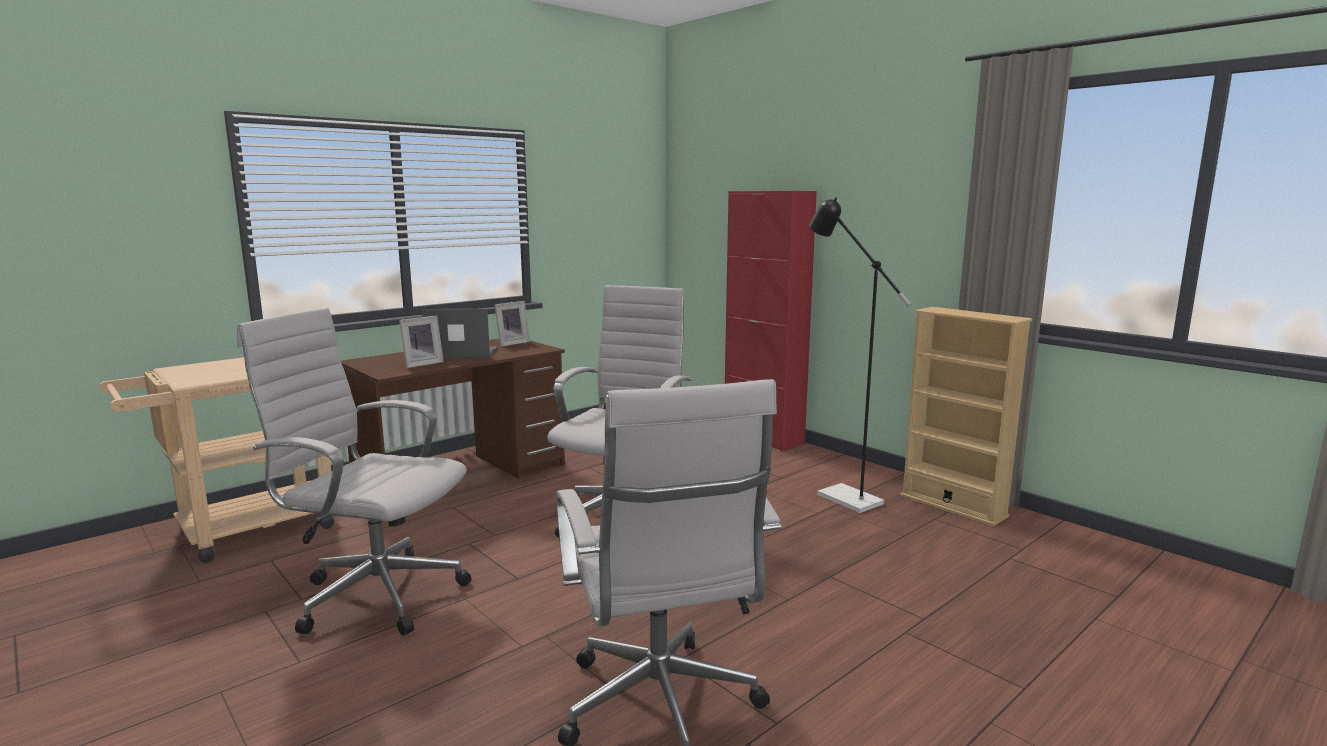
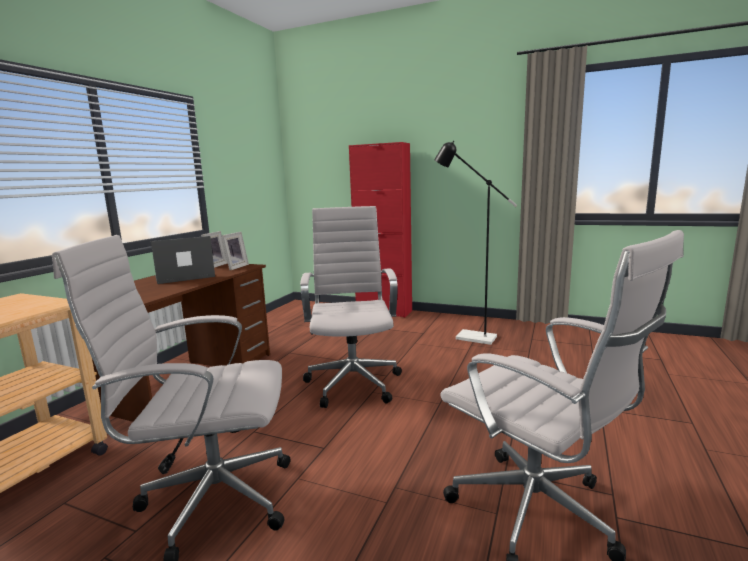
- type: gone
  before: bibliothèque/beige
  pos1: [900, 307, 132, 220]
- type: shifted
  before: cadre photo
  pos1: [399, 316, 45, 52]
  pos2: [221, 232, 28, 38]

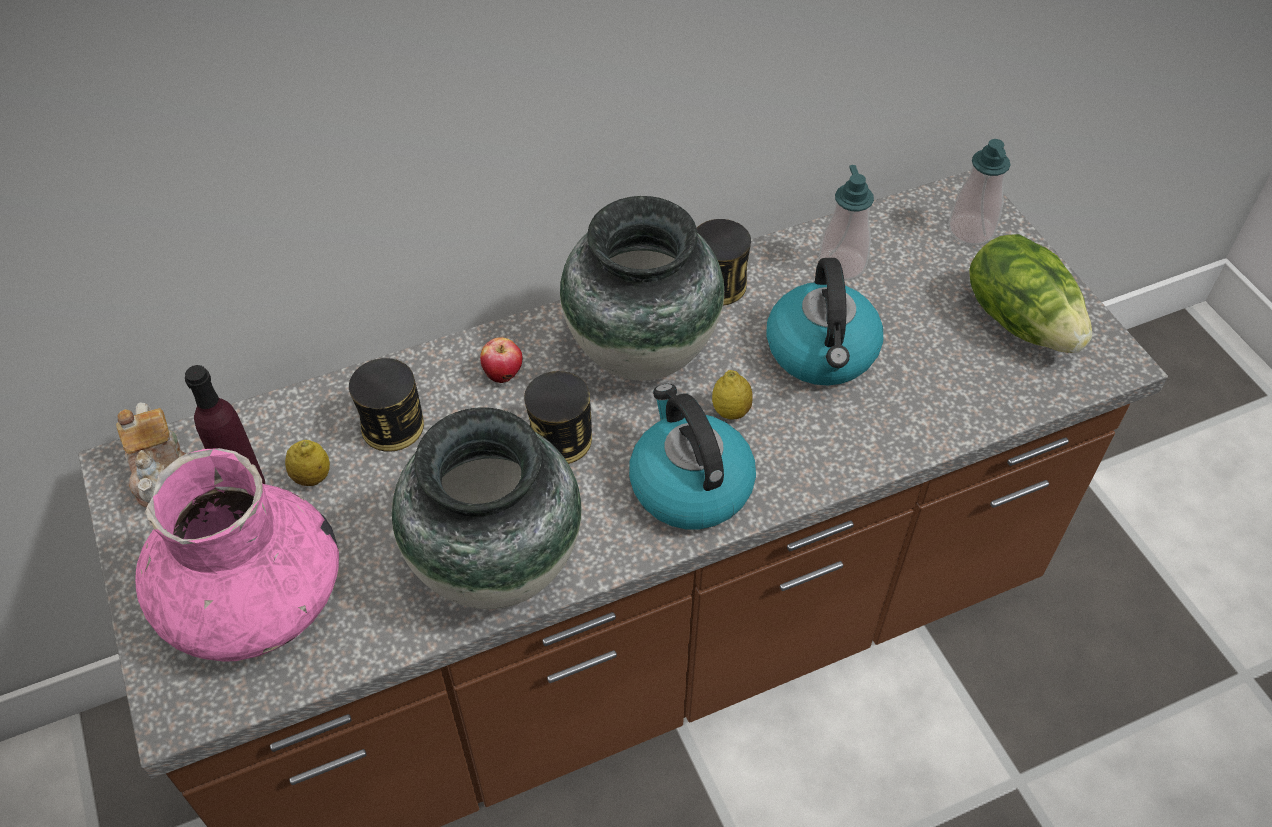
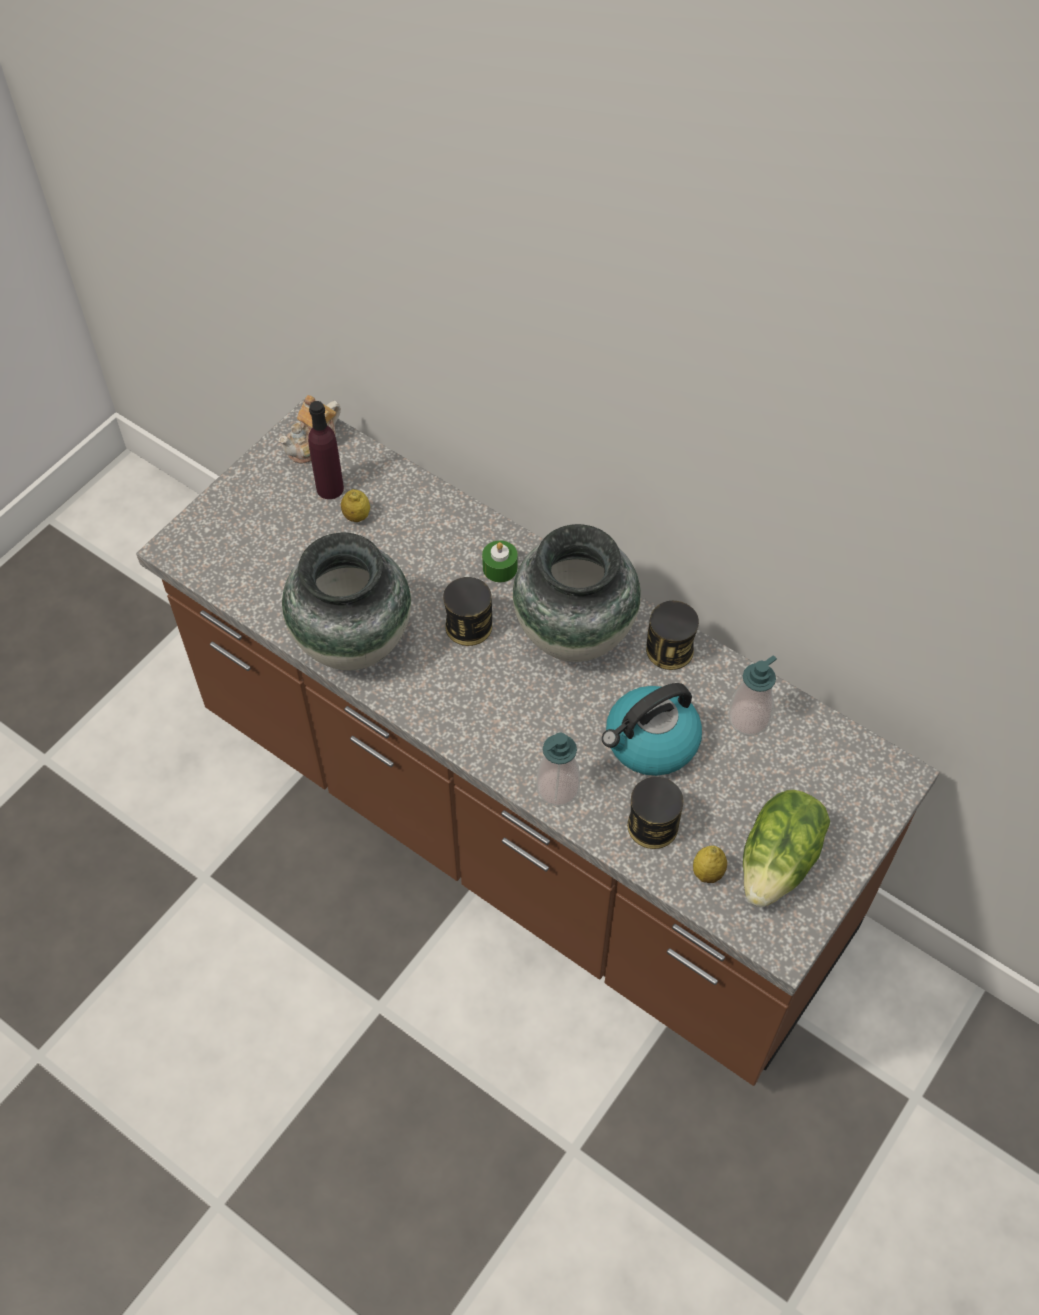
- type: gone
  before: vase/rose
  pos1: [135, 448, 204, 213]
- type: gone
  before: bouilloire
  pos1: [629, 384, 127, 145]
- type: shifted
  before: boîte métallique
  pos1: [349, 358, 75, 94]
  pos2: [627, 777, 57, 72]
- type: shifted
  before: citron
  pos1: [712, 370, 40, 50]
  pos2: [693, 846, 34, 37]
- type: shifted
  before: distributeur de savon
  pos1: [948, 139, 63, 106]
  pos2: [536, 732, 44, 75]
- type: swapped
  before: pomme
  after: bougie/vert
  pos1: [480, 337, 43, 46]
  pos2: [482, 540, 36, 42]

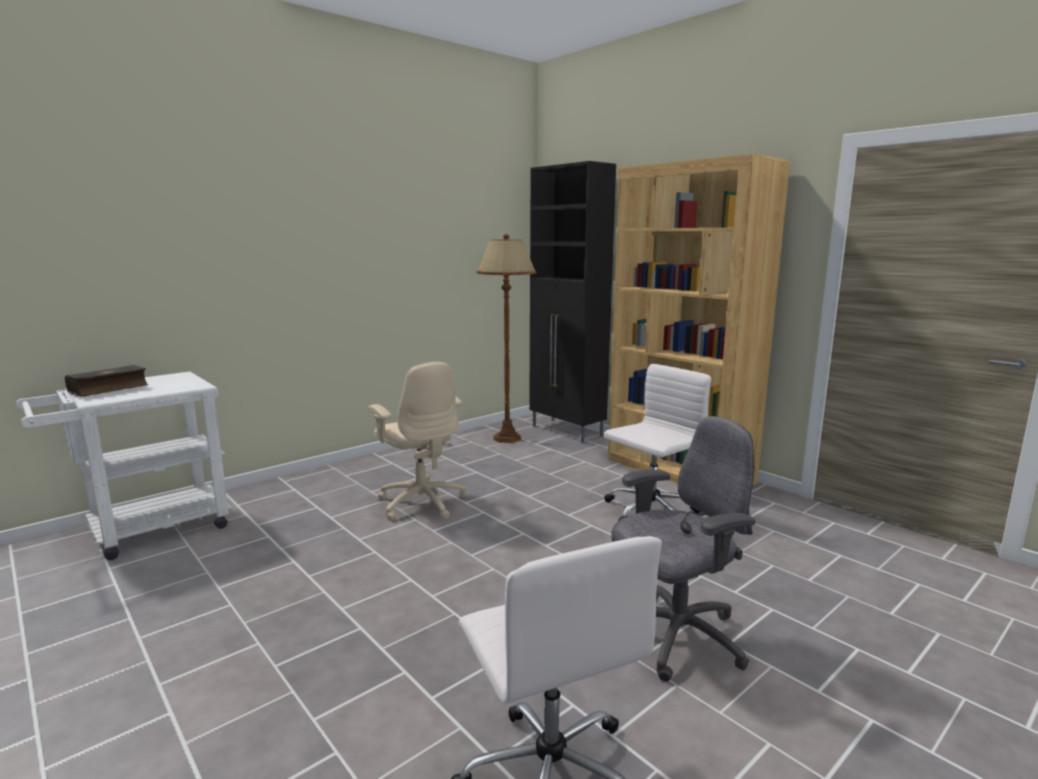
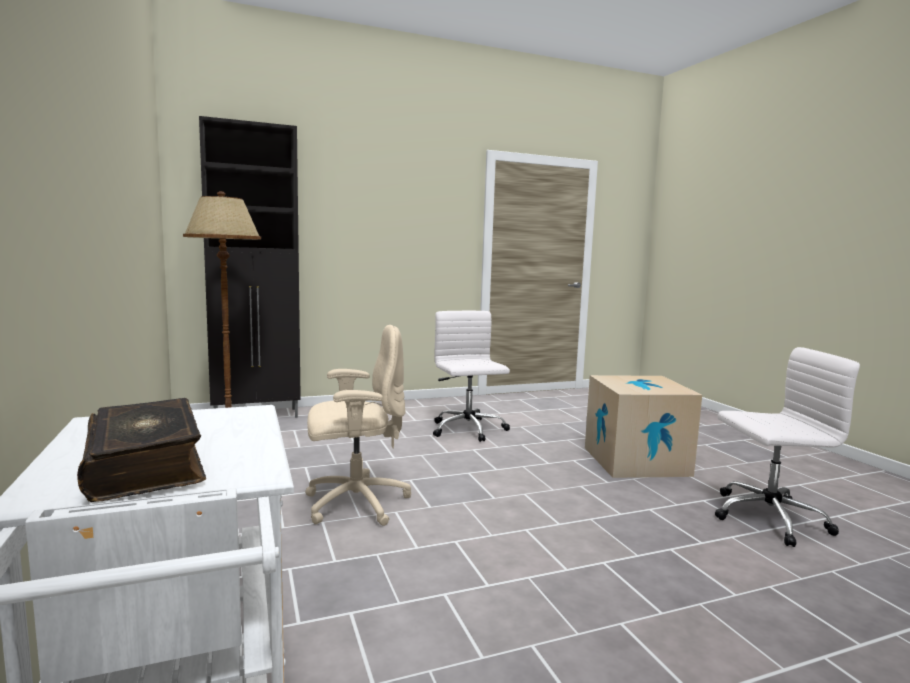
- type: gone
  before: bibliothèque/marron
  pos1: [608, 154, 182, 331]
- type: swapped
  before: chaise de bureau/gris
  after: carton
  pos1: [612, 416, 143, 266]
  pos2: [585, 375, 117, 103]

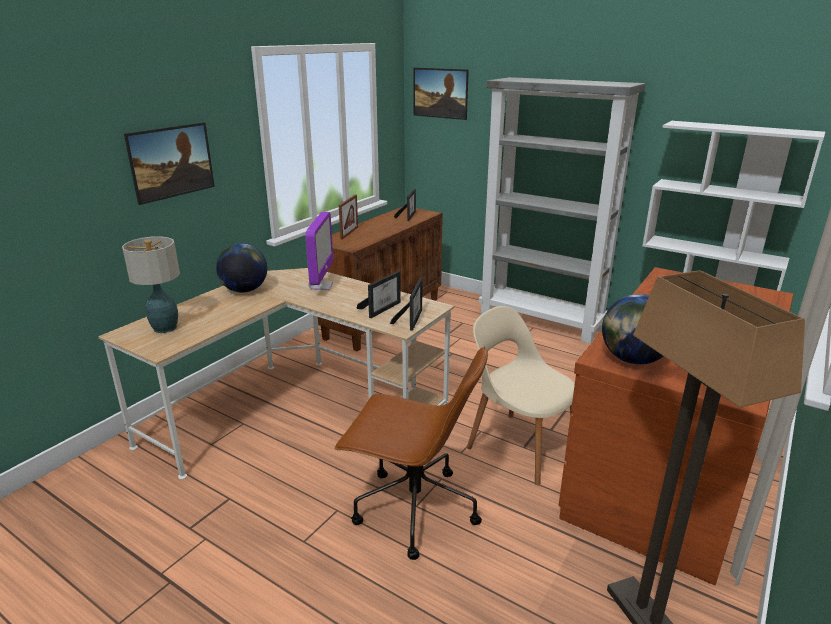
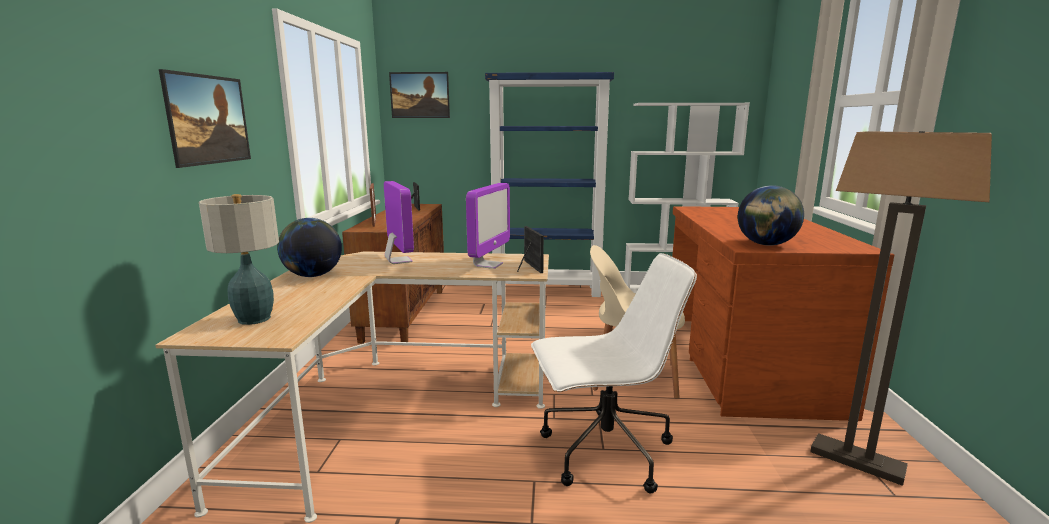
- type: swapped
  before: cadre photo
  after: écran d'ordinateur
  pos1: [357, 271, 44, 47]
  pos2: [466, 183, 44, 86]
- type: repainted
  before: chaise de bureau/marron
  after: chaise de bureau/blanc
  pos1: [334, 346, 154, 214]
  pos2: [531, 253, 166, 241]
- type: repainted
  before: bibliothèque/gris
  after: bibliothèque/bleu
  pos1: [479, 77, 167, 267]
  pos2: [485, 72, 129, 225]

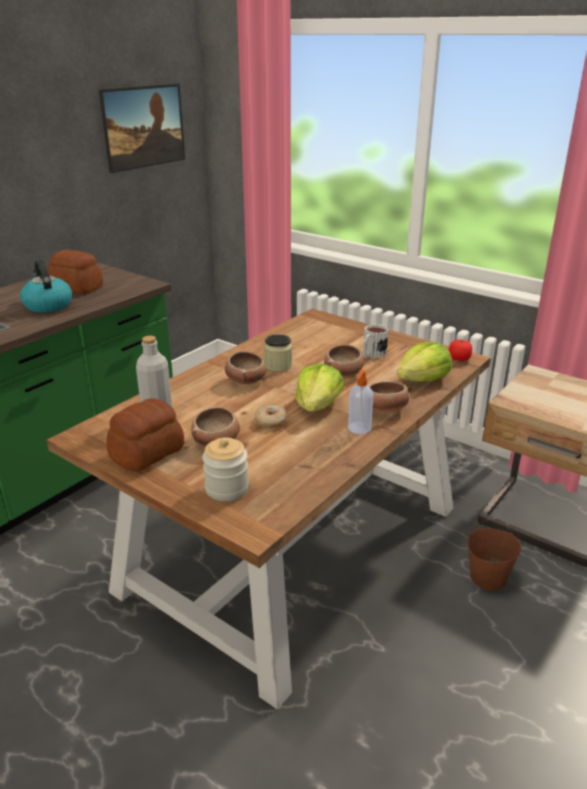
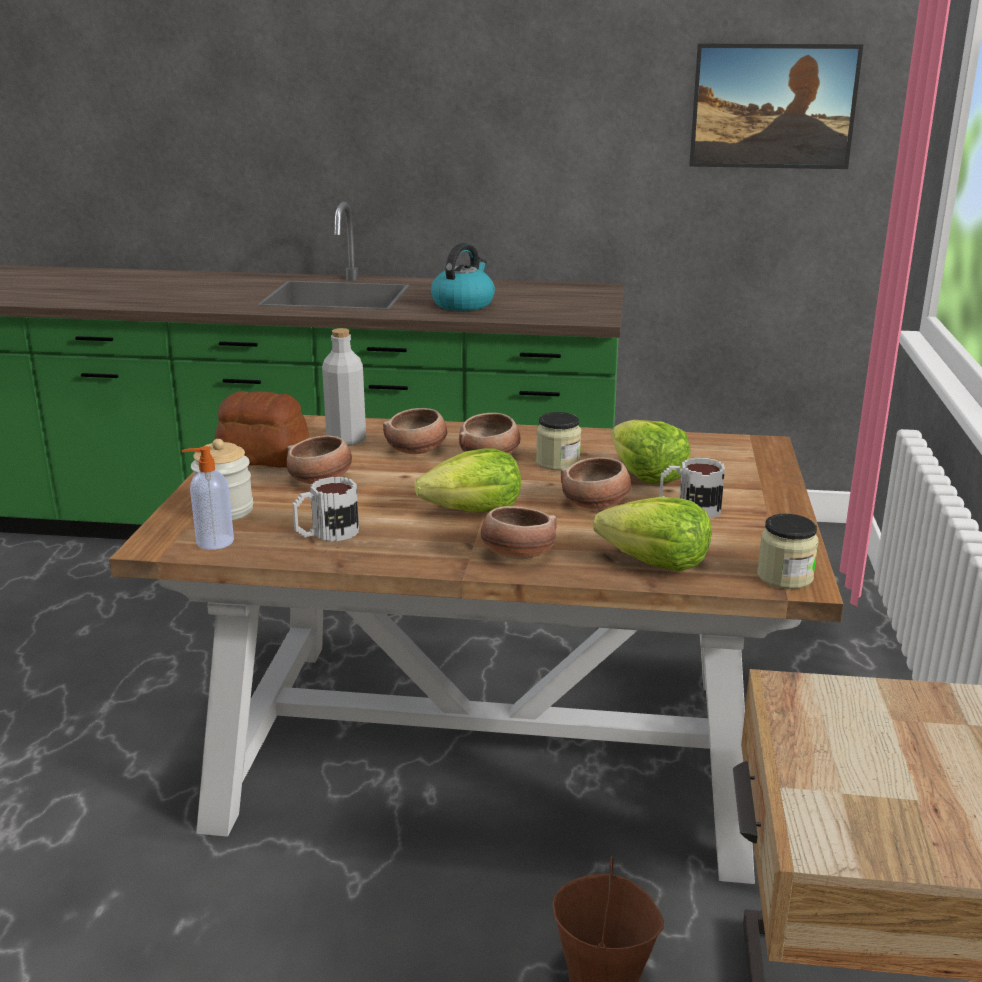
- type: gone
  before: pain
  pos1: [48, 250, 55, 44]
- type: gone
  before: beignet
  pos1: [255, 404, 32, 24]
- type: new
  after: mug
  pos2: [292, 477, 67, 64]
- type: new
  after: bol
  pos2: [383, 408, 64, 46]
- type: new
  after: laitue
  pos2: [611, 420, 80, 64]
- type: shifted
  before: distributeur de savon
  pos1: [348, 370, 25, 64]
  pos2: [182, 446, 52, 104]
- type: swapped
  before: tomate
  after: bocal
  pos1: [449, 340, 23, 21]
  pos2: [757, 514, 61, 75]

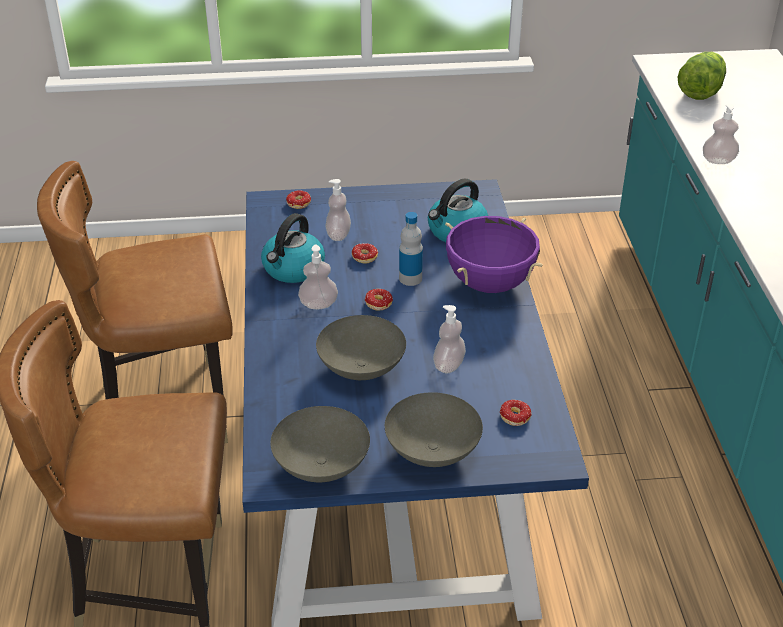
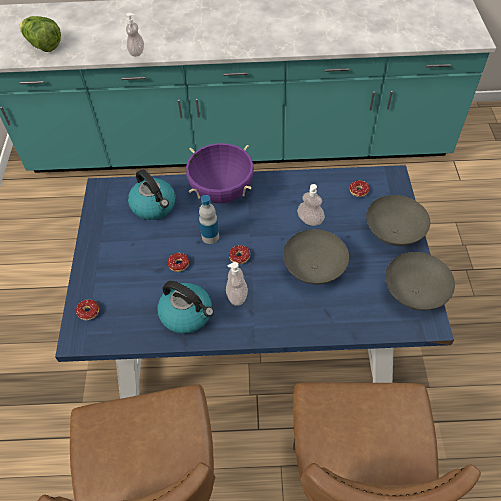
- type: gone
  before: distributeur de savon
  pos1: [325, 179, 26, 62]

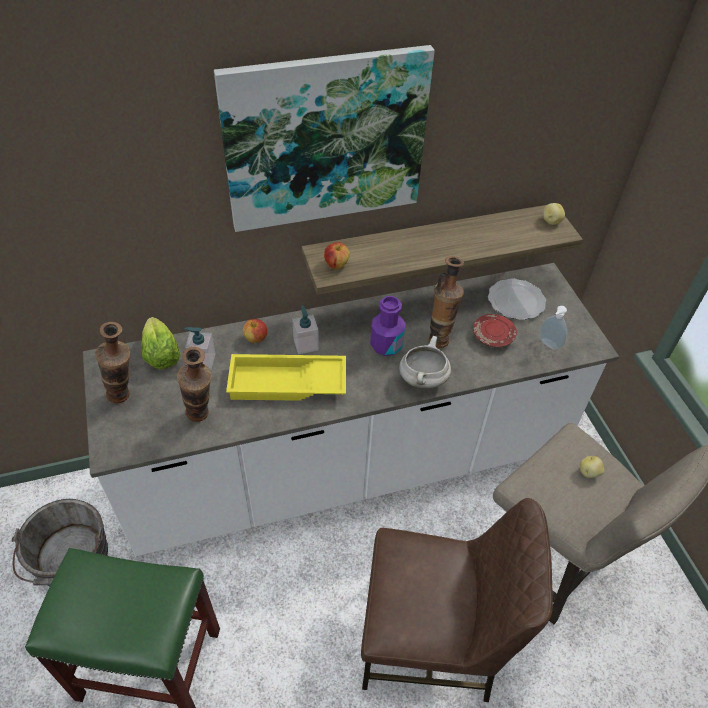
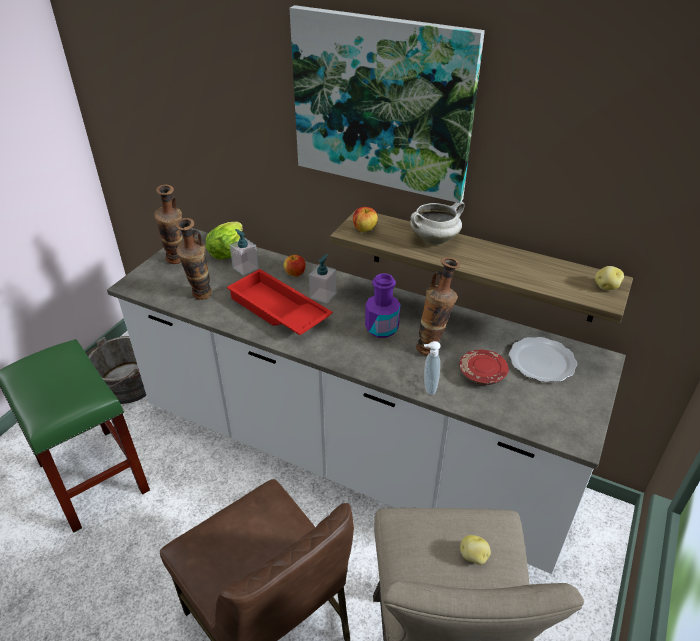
- type: shifted
  before: marmite/blanc
  pos1: [399, 336, 52, 53]
  pos2: [410, 201, 55, 44]
- type: shifted
  before: distributeur de savon
  pos1: [540, 306, 27, 44]
  pos2: [424, 341, 17, 54]
- type: repainted
  before: plateau/jaune
  after: plateau/rouge
  pos1: [226, 354, 120, 47]
  pos2: [227, 269, 106, 66]

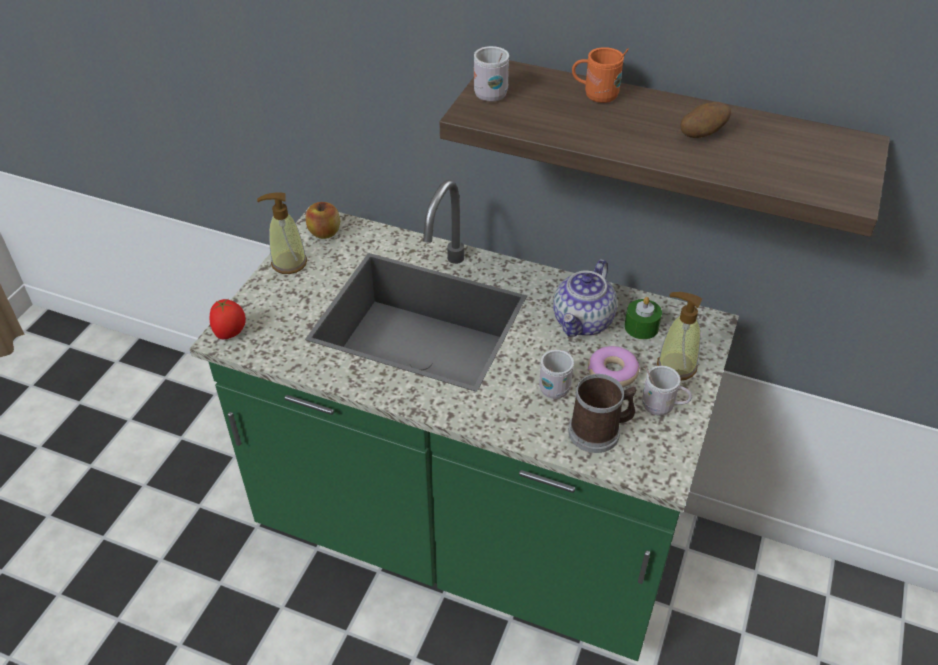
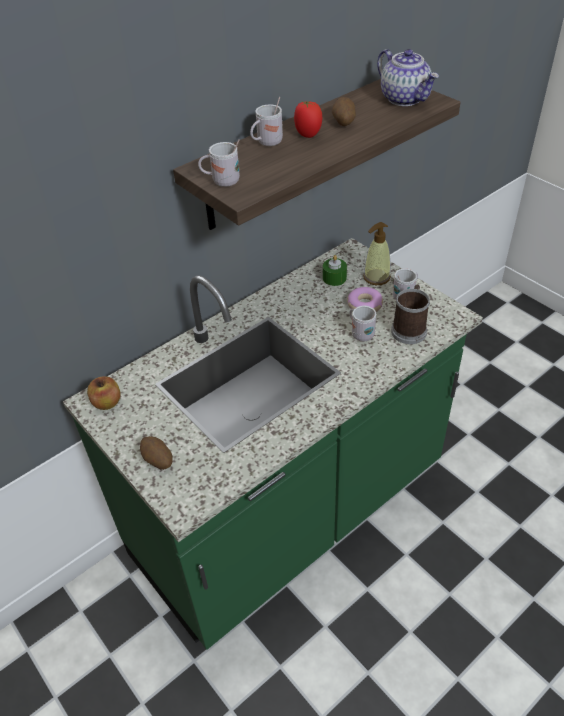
- type: gone
  before: distributeur de savon
  pos1: [257, 192, 50, 82]
- type: new
  after: pomme de terre
  pos2: [140, 436, 33, 34]
- type: shifted
  before: tomate
  pos1: [209, 299, 37, 40]
  pos2: [294, 101, 28, 37]
- type: shifted
  before: théière
  pos1: [553, 259, 64, 78]
  pos2: [377, 49, 62, 57]
- type: repainted
  before: mug/orange
  after: mug/blanc
  pos1: [572, 47, 57, 56]
  pos2: [250, 96, 33, 50]

